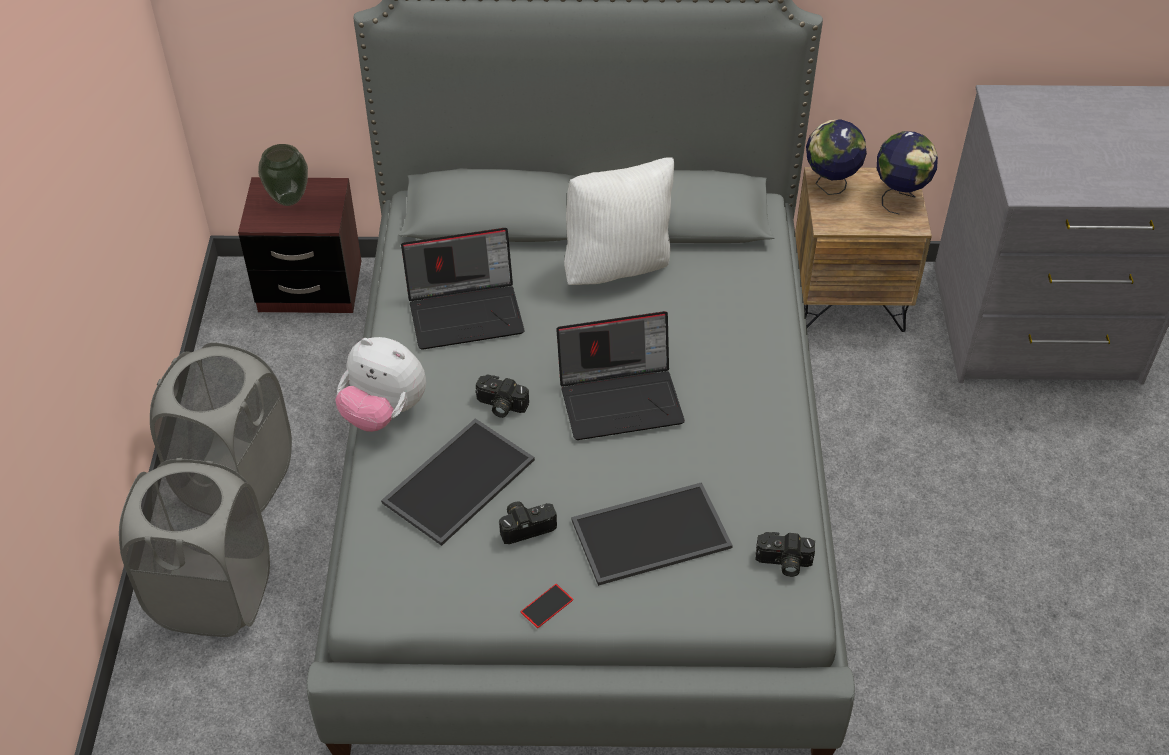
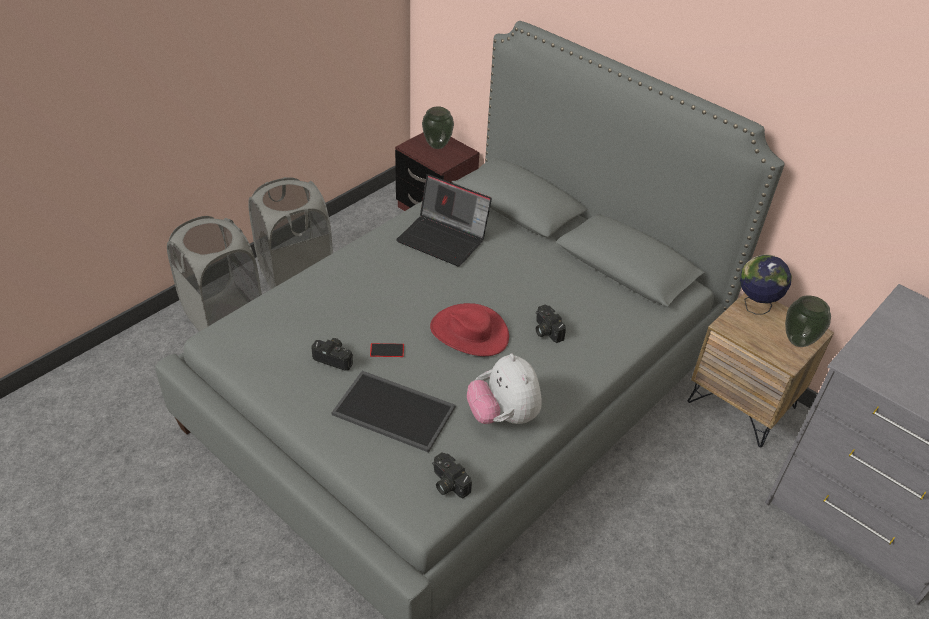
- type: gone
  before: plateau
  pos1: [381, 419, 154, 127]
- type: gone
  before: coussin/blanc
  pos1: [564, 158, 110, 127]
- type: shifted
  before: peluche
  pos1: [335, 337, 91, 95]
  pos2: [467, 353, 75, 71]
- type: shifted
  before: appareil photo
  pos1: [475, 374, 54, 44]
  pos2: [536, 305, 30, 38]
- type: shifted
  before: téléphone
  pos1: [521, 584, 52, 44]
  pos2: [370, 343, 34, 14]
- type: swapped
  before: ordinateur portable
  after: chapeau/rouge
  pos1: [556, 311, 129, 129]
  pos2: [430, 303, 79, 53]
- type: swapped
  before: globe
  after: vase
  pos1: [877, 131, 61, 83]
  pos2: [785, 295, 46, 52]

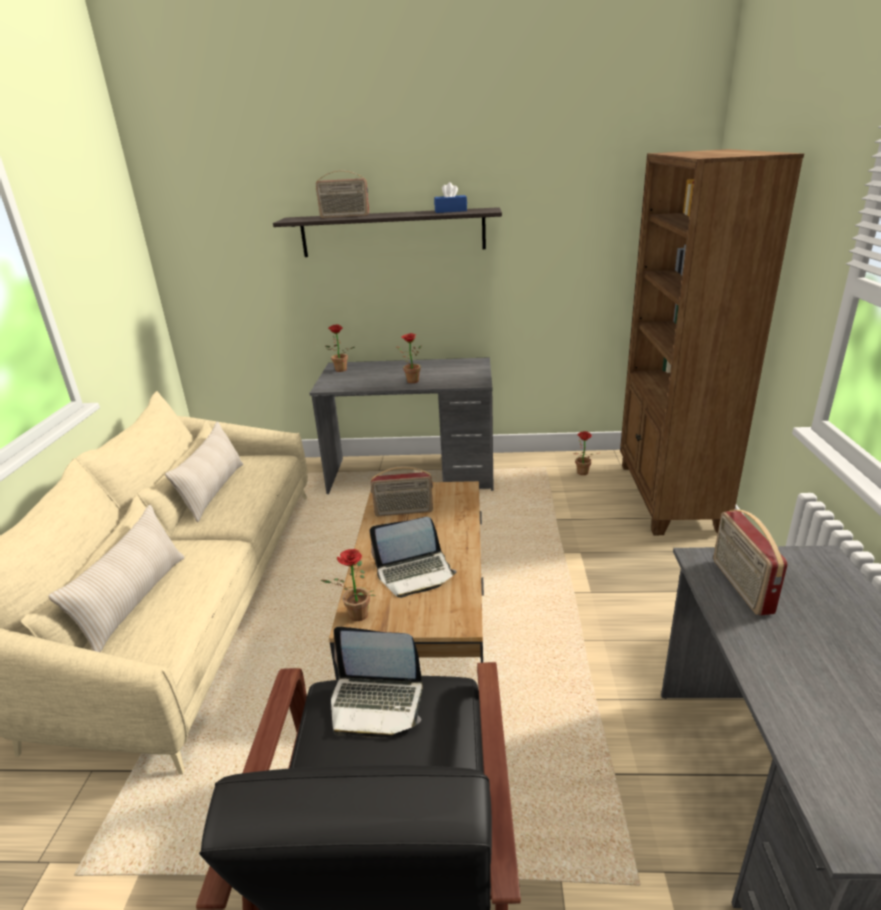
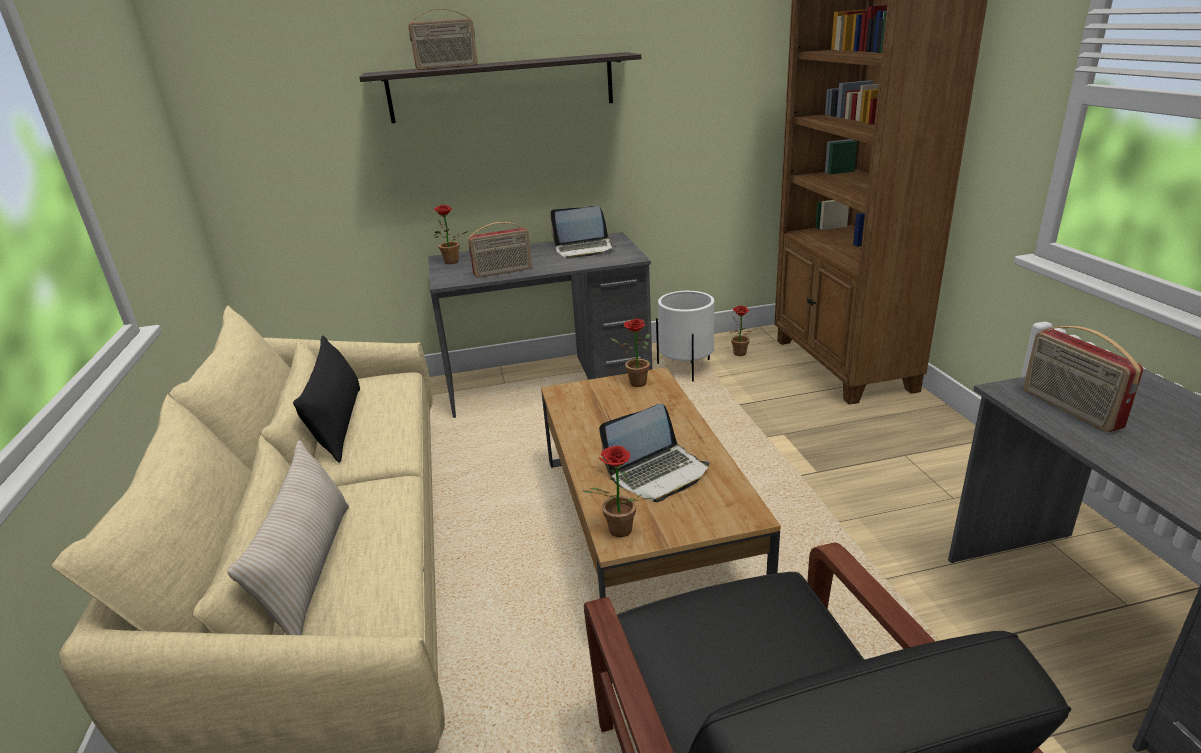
- type: gone
  before: boîte à mouchoirs/bleu
  pos1: [434, 182, 33, 31]
- type: new
  after: cache-pot/blanc
  pos2: [656, 291, 58, 90]
- type: shifted
  before: ordinateur portable
  pos1: [331, 627, 92, 111]
  pos2: [550, 206, 66, 53]
- type: shifted
  before: radio
  pos1: [371, 466, 62, 50]
  pos2: [468, 222, 64, 56]
- type: shifted
  before: plante en pot
  pos1: [396, 333, 26, 50]
  pos2: [611, 319, 39, 68]
- type: repainted
  before: coussin/beige
  after: coussin/noir
  pos1: [165, 421, 78, 101]
  pos2: [293, 336, 67, 127]

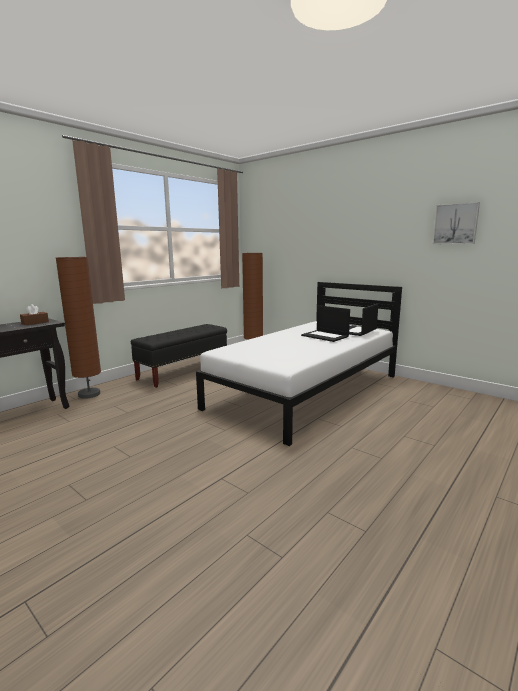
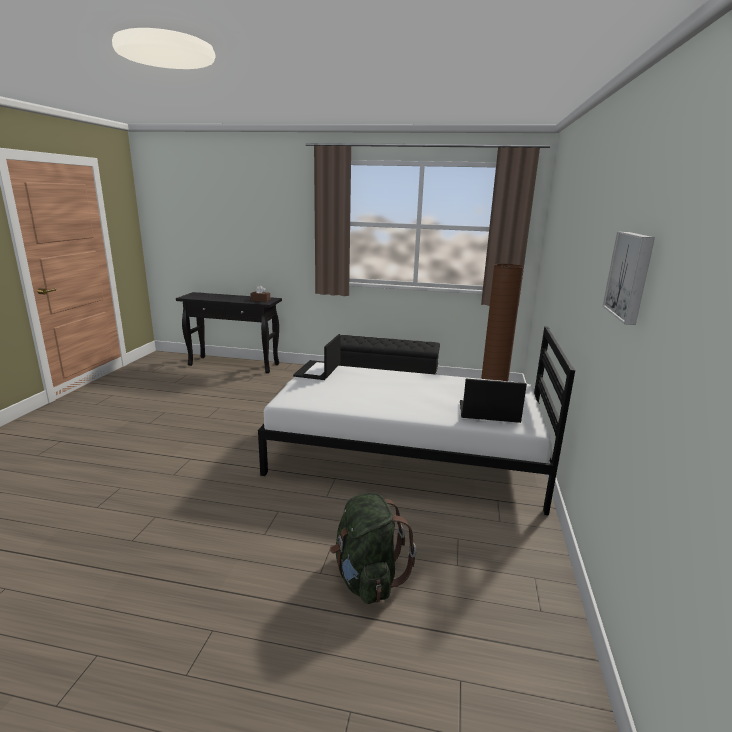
- type: gone
  before: lampadaire/marron
  pos1: [56, 257, 45, 142]
- type: new
  after: sac à dos/vert
  pos2: [330, 493, 87, 111]
- type: shifted
  before: ordinateur portable
  pos1: [301, 305, 49, 37]
  pos2: [293, 334, 48, 46]

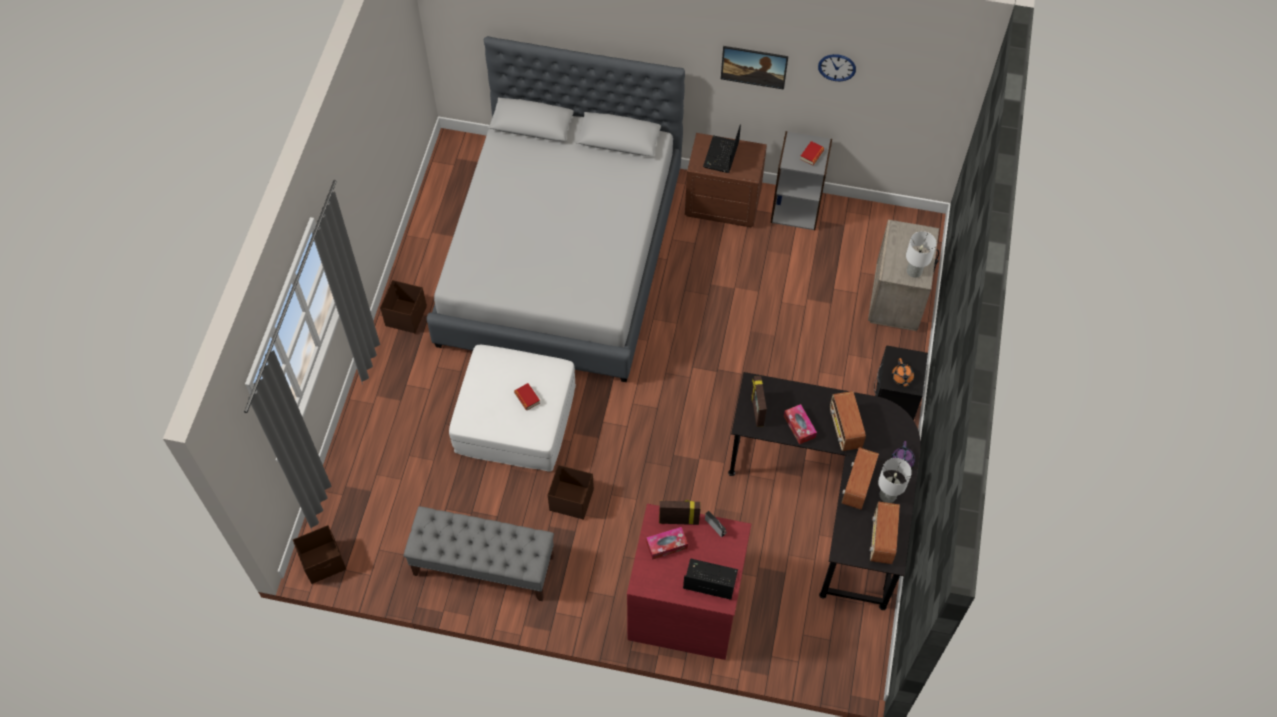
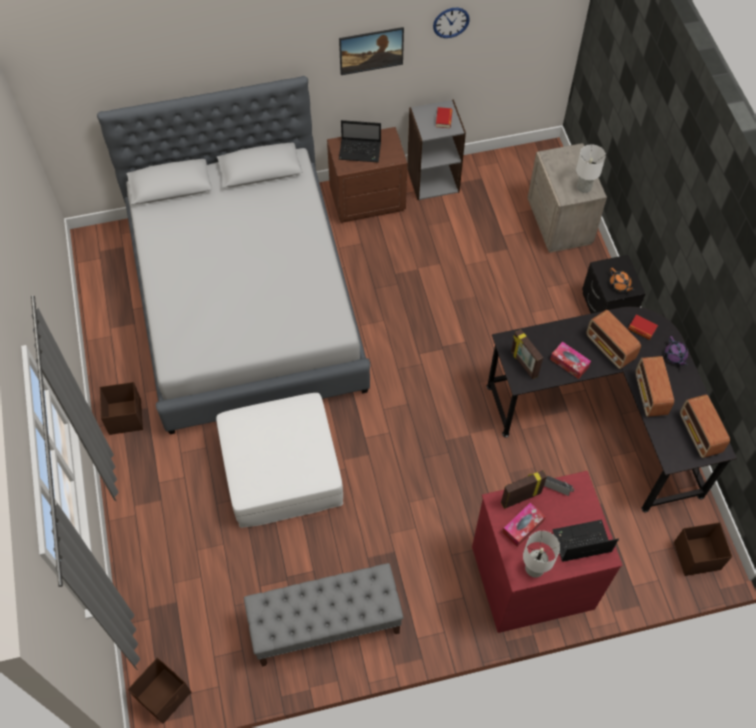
- type: shifted
  before: livre
  pos1: [514, 383, 26, 27]
  pos2: [628, 314, 30, 26]
- type: shifted
  before: boîte de rangement/marron
  pos1: [548, 465, 46, 55]
  pos2: [674, 522, 58, 54]
- type: shifted
  before: lampe de table/blanc
  pos1: [878, 458, 34, 45]
  pos2: [523, 531, 37, 46]
- type: rotated
  before: ordinateur portable
  pos1: [703, 124, 38, 49]
  pos2: [339, 120, 42, 42]
  turn: -75

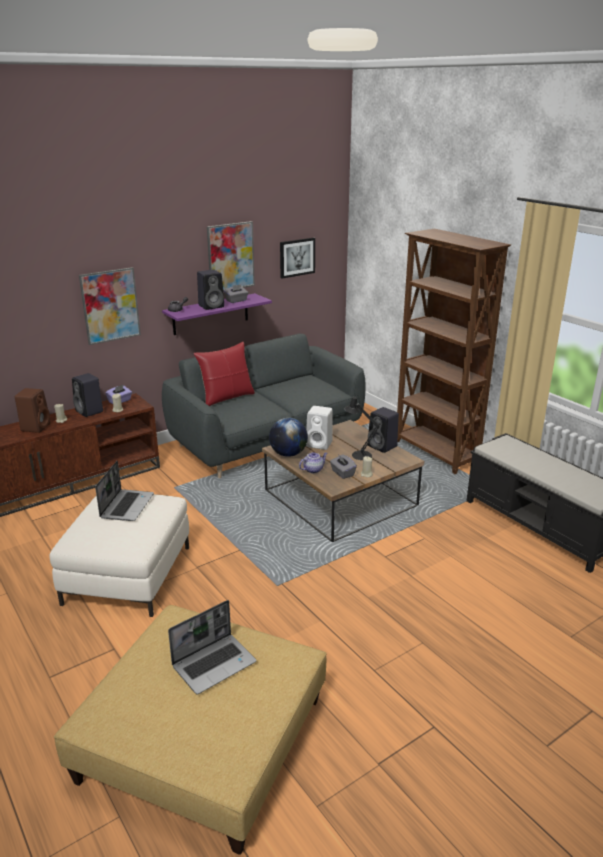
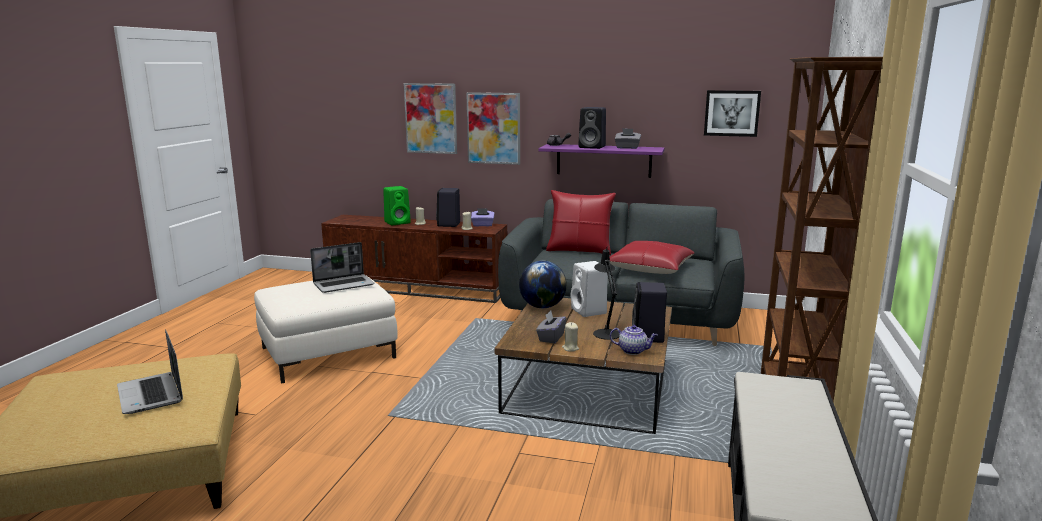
- type: new
  after: coussin/rouge
  pos2: [610, 241, 84, 33]
- type: shifted
  before: tableau
  pos1: [207, 221, 48, 70]
  pos2: [404, 83, 53, 71]
- type: shifted
  before: théière
  pos1: [299, 452, 29, 21]
  pos2: [610, 325, 48, 30]
- type: repainted
  before: enceinte/marron
  after: enceinte/vert
  pos1: [15, 388, 35, 45]
  pos2: [383, 186, 28, 39]
- type: rotated
  before: ordinateur portable
  pos1: [168, 600, 88, 94]
  pos2: [117, 329, 66, 85]
  turn: 45

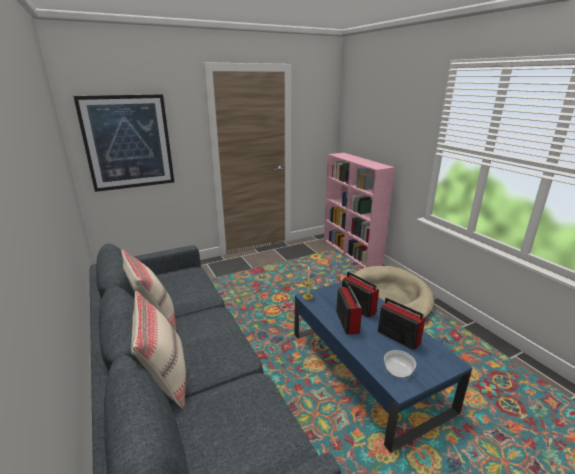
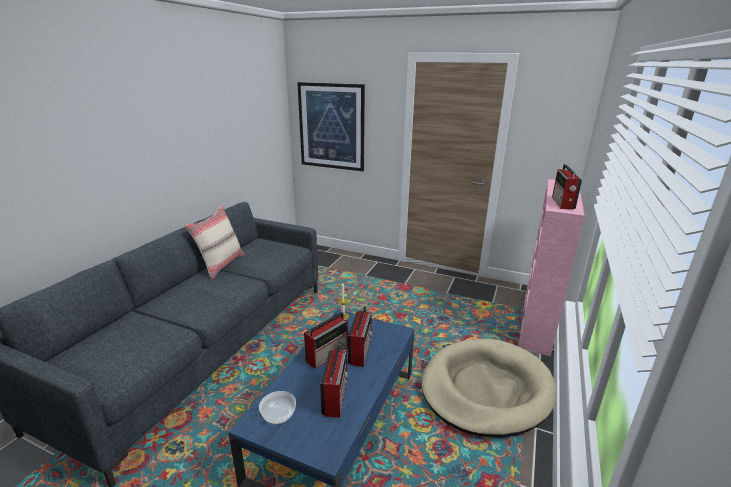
- type: gone
  before: coussin/beige
  pos1: [131, 291, 55, 118]
- type: new
  after: radio
  pos2: [552, 164, 30, 46]

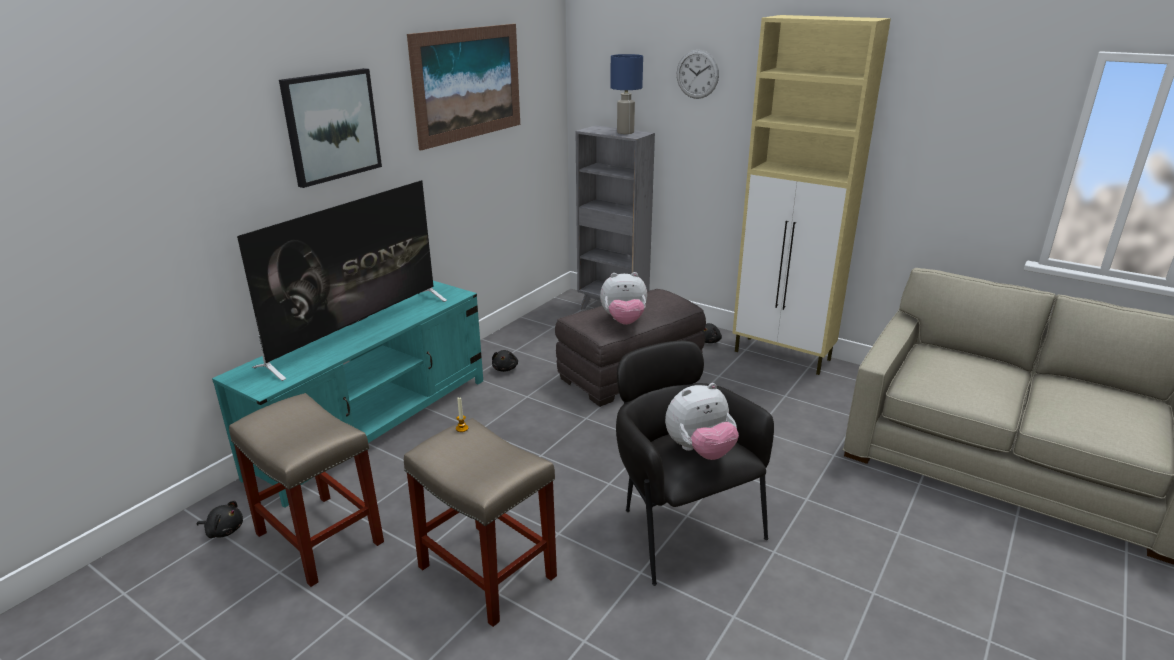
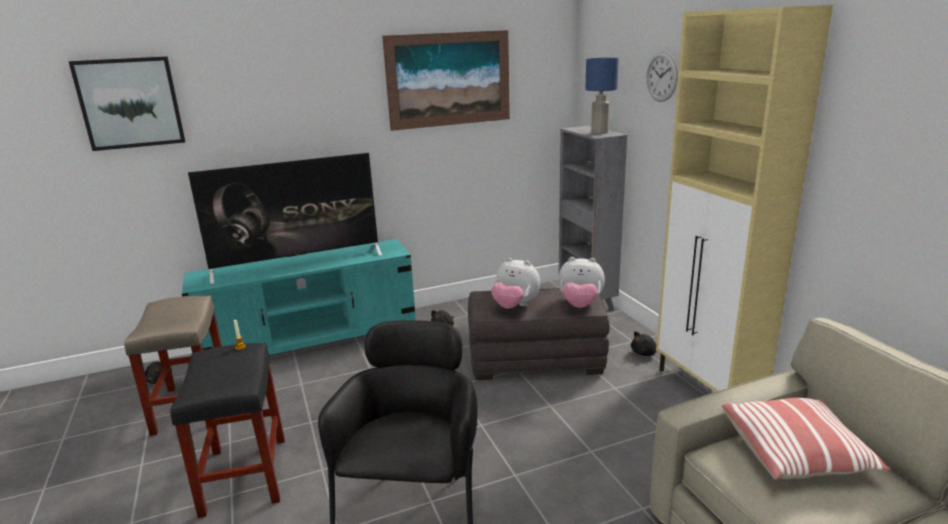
- type: new
  after: coussin
  pos2: [722, 398, 169, 81]
- type: shifted
  before: tableau
  pos1: [279, 68, 103, 120]
  pos2: [68, 56, 117, 95]
- type: shifted
  before: peluche
  pos1: [665, 383, 74, 77]
  pos2: [558, 257, 47, 51]
- type: repainted
  before: tabouret/beige
  after: tabouret/noir
  pos1: [404, 418, 153, 209]
  pos2: [170, 343, 115, 175]

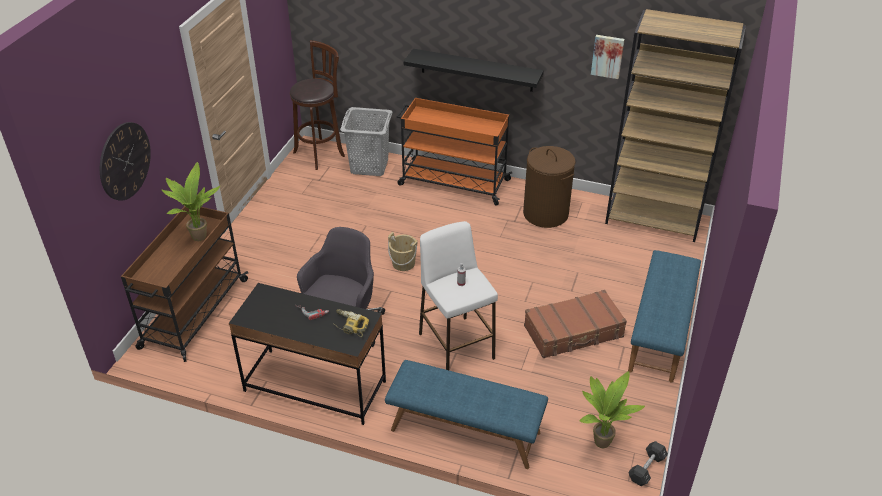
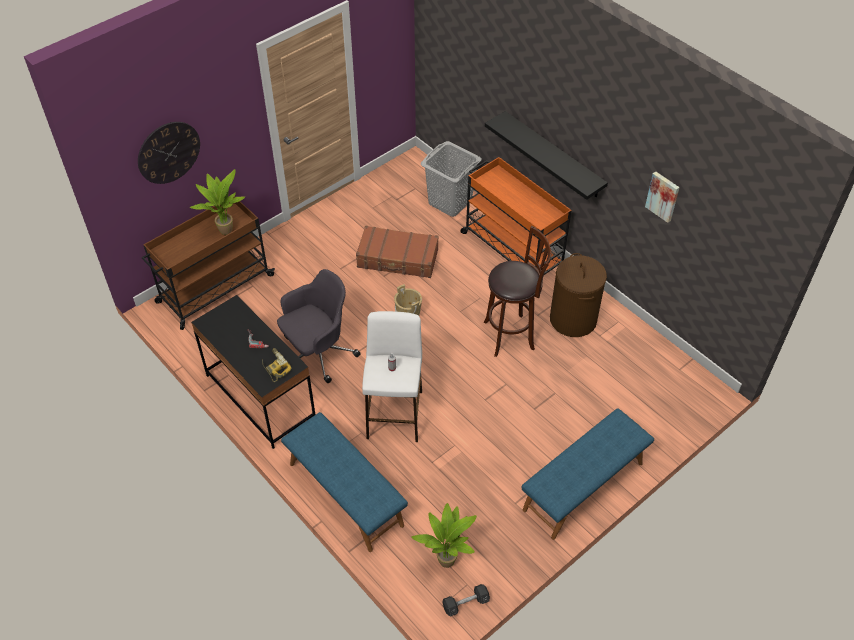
- type: gone
  before: bibliothèque/marron
  pos1: [605, 9, 141, 233]
- type: shifted
  before: tabouret/marron
  pos1: [290, 40, 55, 130]
  pos2: [484, 226, 67, 131]
- type: shifted
  before: valise/marron
  pos1: [524, 290, 103, 68]
  pos2: [356, 225, 83, 53]

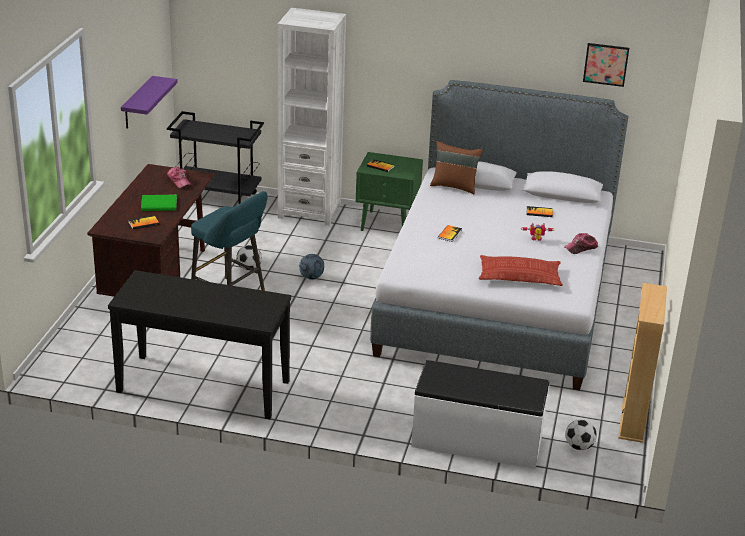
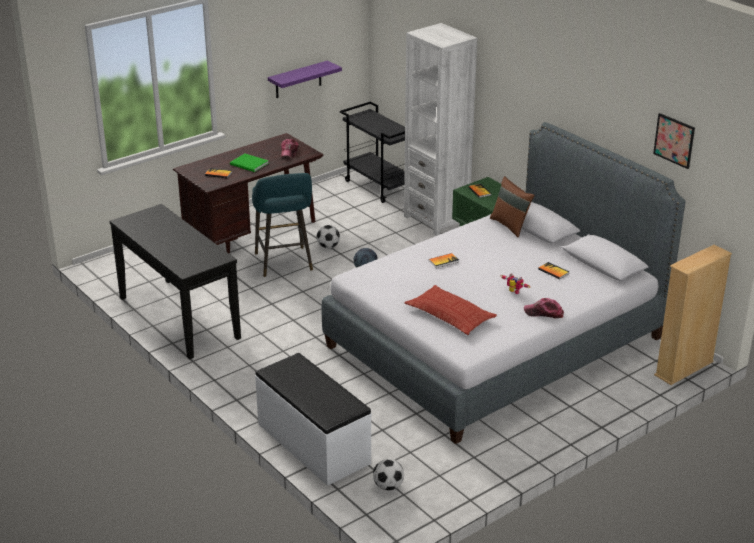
- type: shifted
  before: bibliothèque/beige
  pos1: [618, 283, 49, 160]
  pos2: [654, 245, 78, 140]

